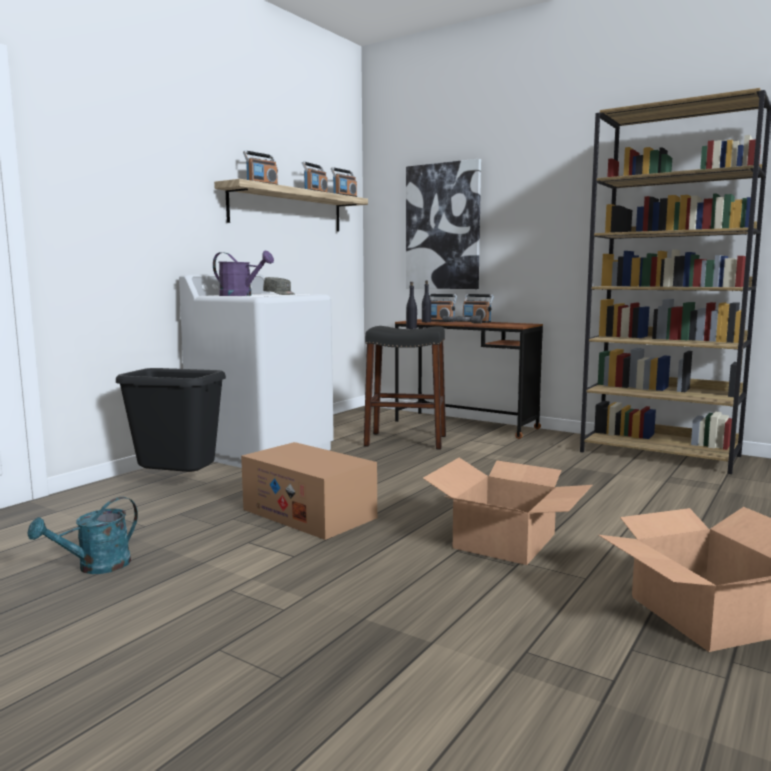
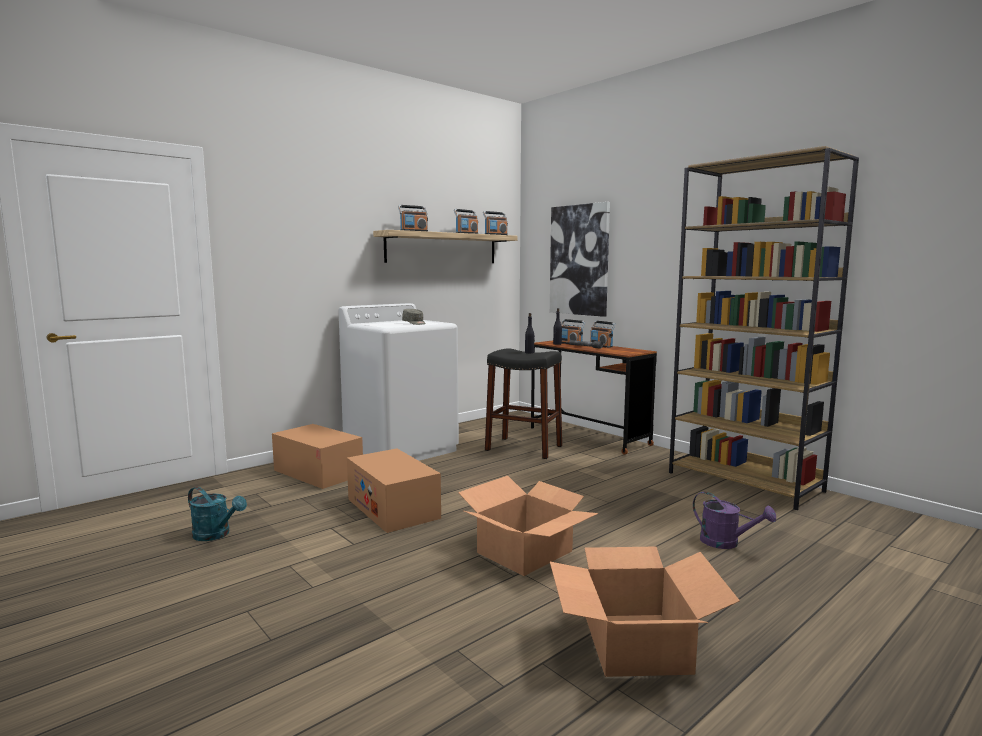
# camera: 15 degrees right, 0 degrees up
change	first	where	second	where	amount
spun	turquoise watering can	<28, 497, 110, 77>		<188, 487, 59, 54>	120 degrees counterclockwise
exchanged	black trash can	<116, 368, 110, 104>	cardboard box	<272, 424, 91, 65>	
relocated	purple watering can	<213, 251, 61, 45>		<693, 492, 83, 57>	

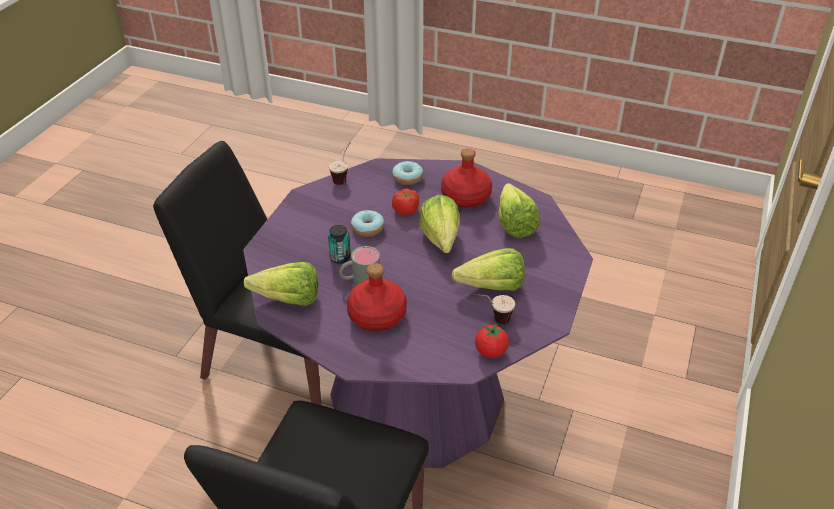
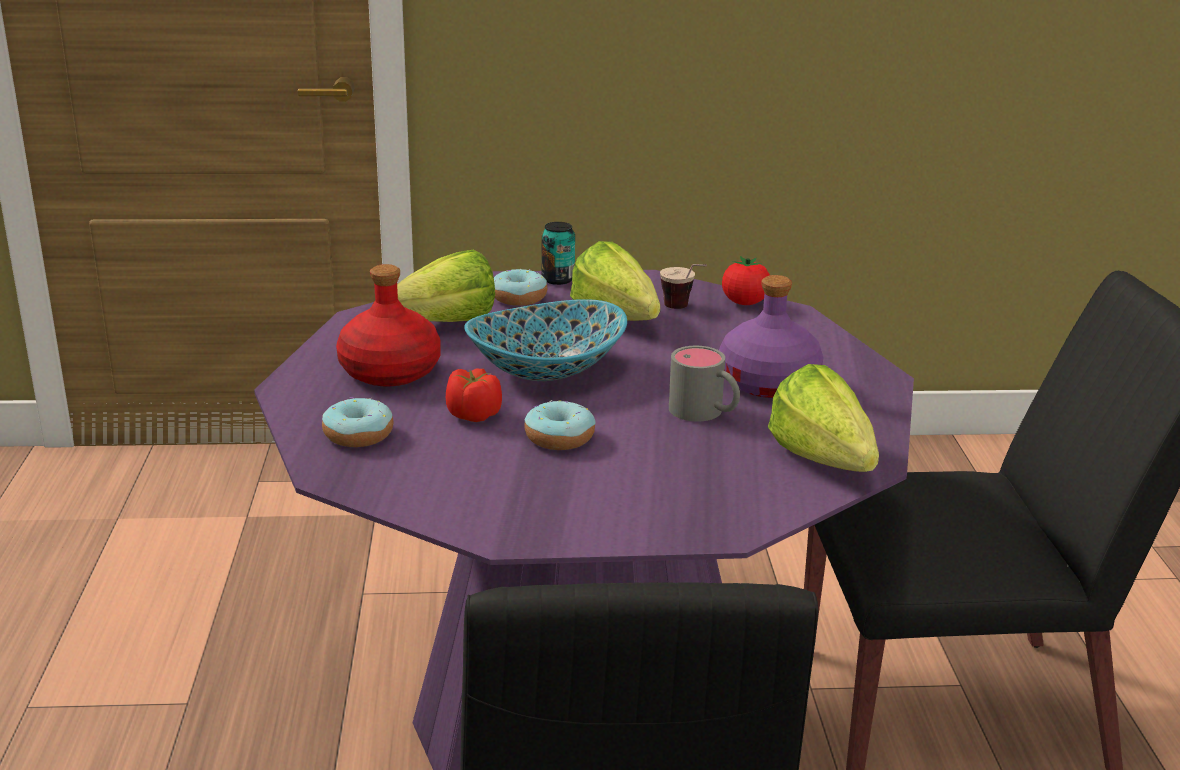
# camera: 115 degrees left, 15 degrees down
change	first	where	second	where	amount
relocated	can	<328, 225, 23, 39>		<542, 222, 33, 63>	
missing	cup	<329, 143, 21, 42>			
colour	red bottle	<347, 263, 60, 68>	purple bottle	<719, 275, 104, 123>	
exchanged	lettuce	<419, 195, 41, 58>	bowl	<464, 299, 163, 82>	
appeared			donut	<494, 269, 53, 37>	

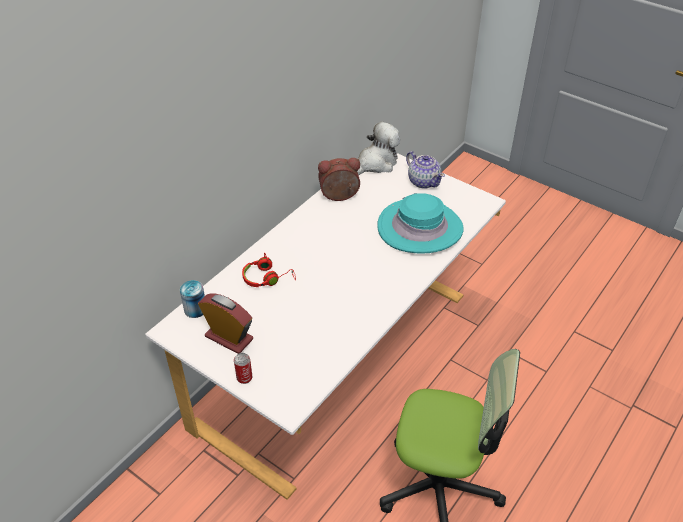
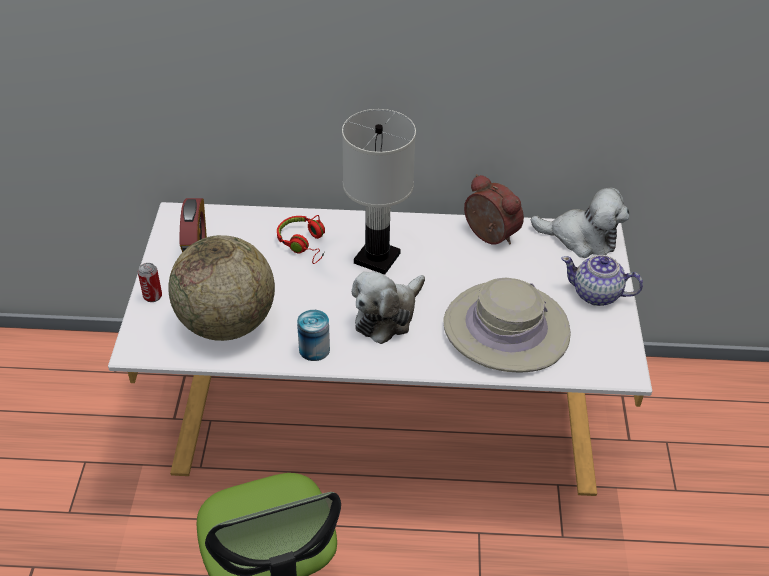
# camera: 55 degrees right, 0 degrees up
change	first	where	second	where	amount
relocated	can	<180, 280, 25, 38>		<297, 310, 33, 51>	
colour	turquoise hat	<377, 193, 86, 60>	beige hat	<444, 278, 127, 95>	
spun	teapot	<406, 151, 39, 38>		<561, 255, 82, 51>	90 degrees clockwise
appeared			globe	<168, 235, 107, 106>	
appeared			white table lamp	<342, 109, 74, 166>	
appeared			plush toy	<352, 272, 73, 72>	

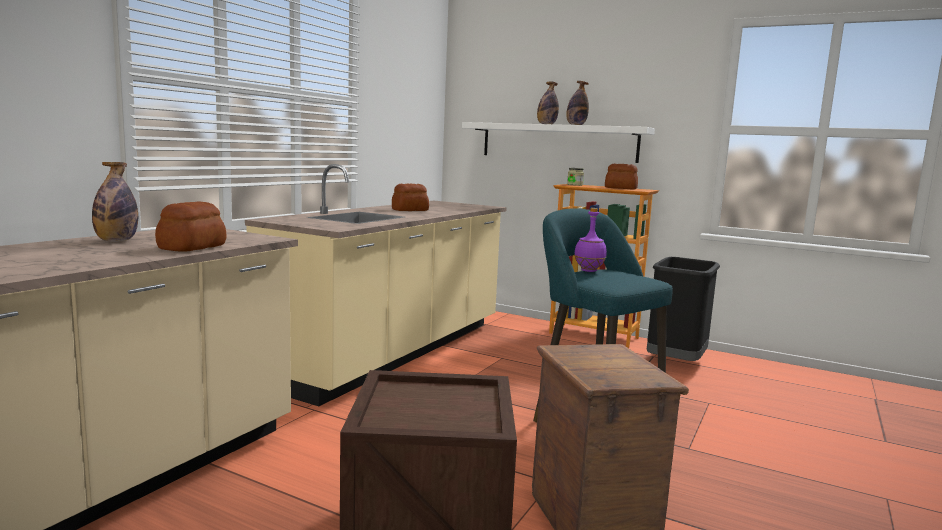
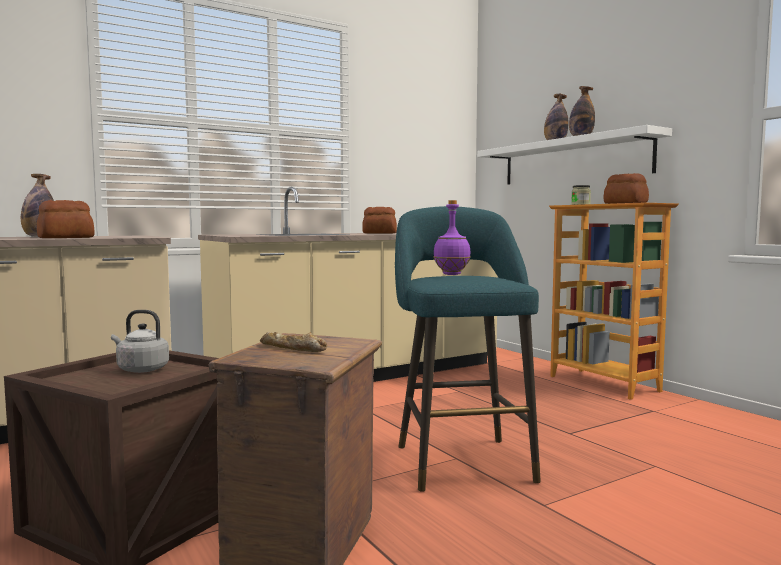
# camera: 30 degrees right, 5 degrees down
change	first	where	second	where	amount
missing	black trash can	<647, 257, 73, 104>			
appeared			grey kettle	<111, 310, 58, 63>	
appeared			bread	<260, 332, 67, 20>	

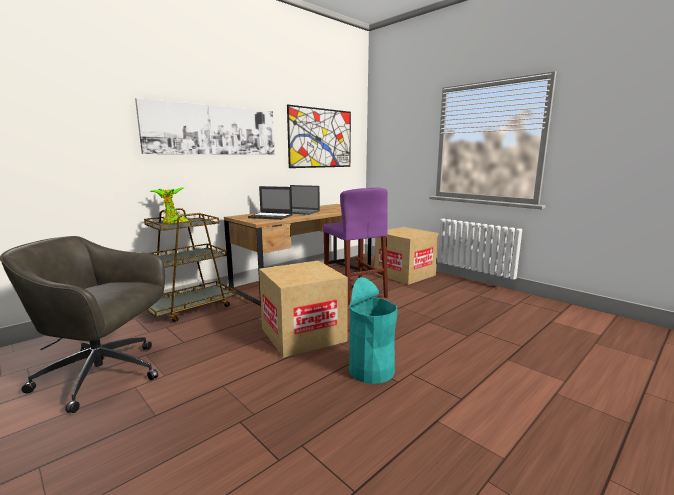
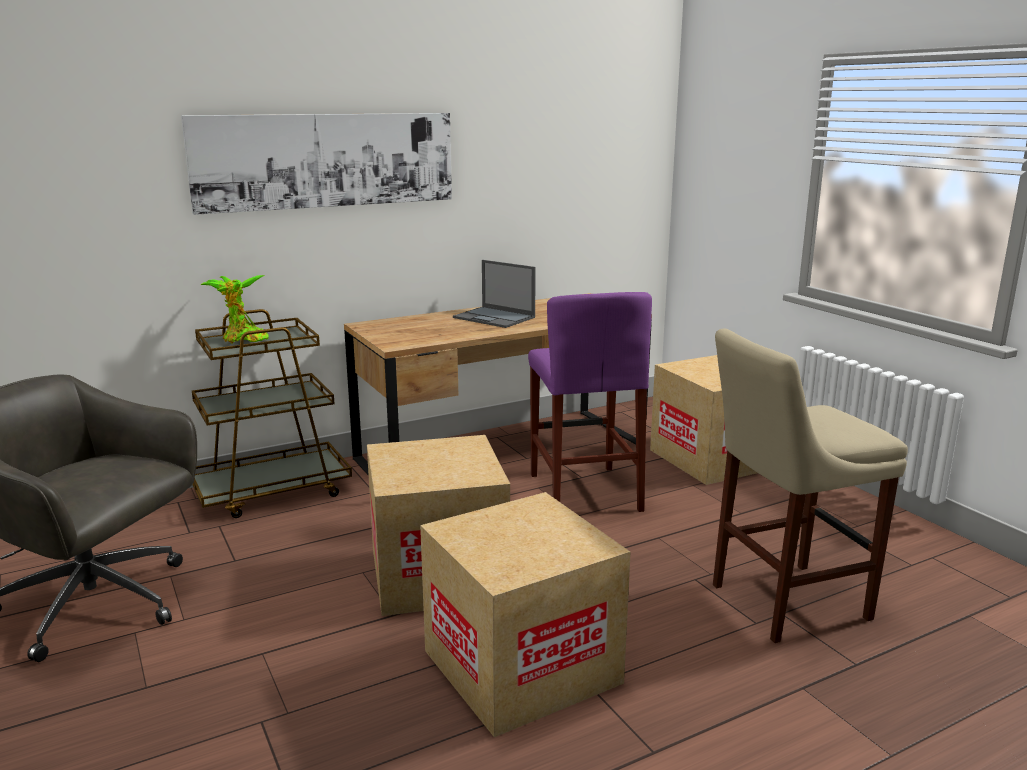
# camera: 15 degrees right, 5 degrees up
change	first	where	second	where	amount
missing	laptop	<248, 186, 45, 34>			
missing	picture	<287, 105, 64, 63>			
exchanged	turquoise trash can	<349, 277, 48, 107>	cardboard box	<420, 492, 211, 245>	
appeared			beige stool	<713, 329, 195, 314>	

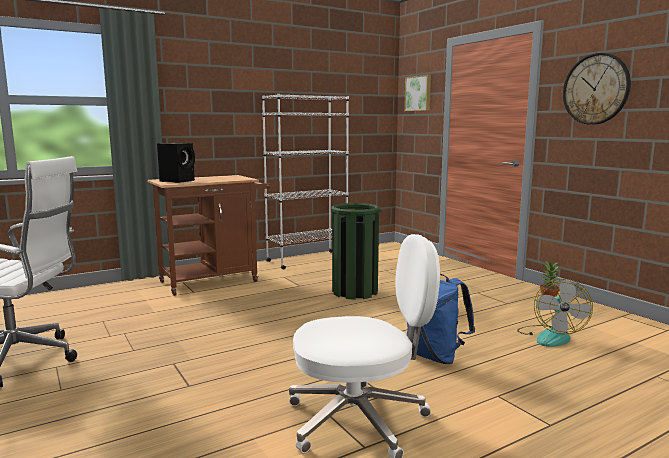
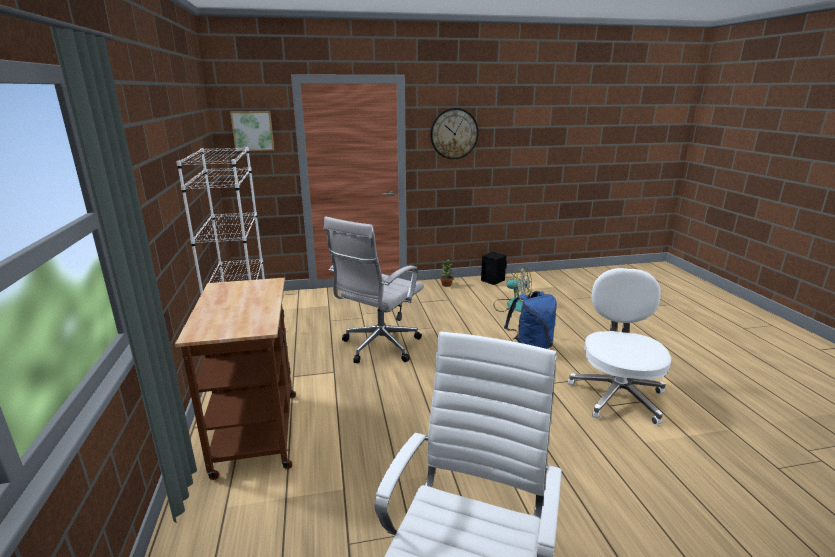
# camera: 70 degrees left, 10 degrees up
change	first	where	second	where	amount
relocated	black speaker	<157, 143, 38, 40>		<481, 252, 26, 33>	
exchanged	green trash can	<331, 203, 49, 97>	white office chair	<324, 216, 100, 148>	

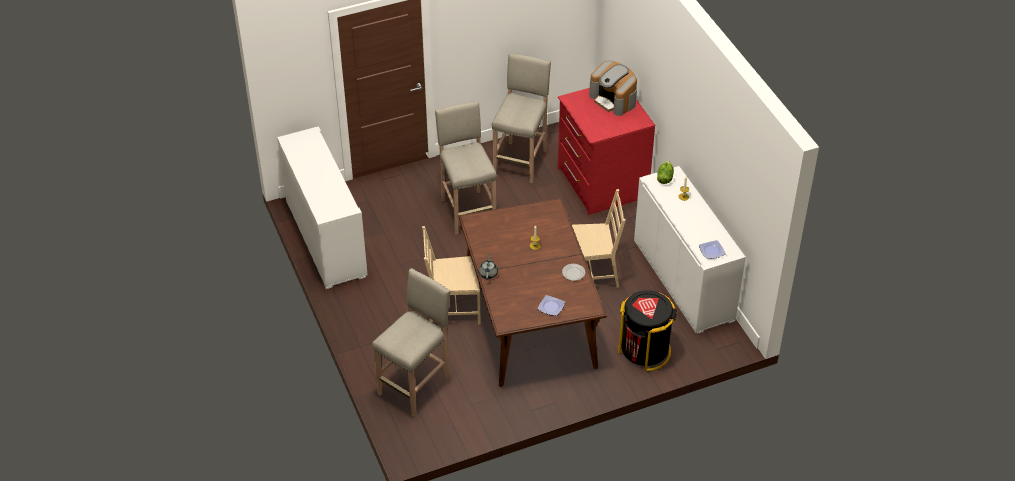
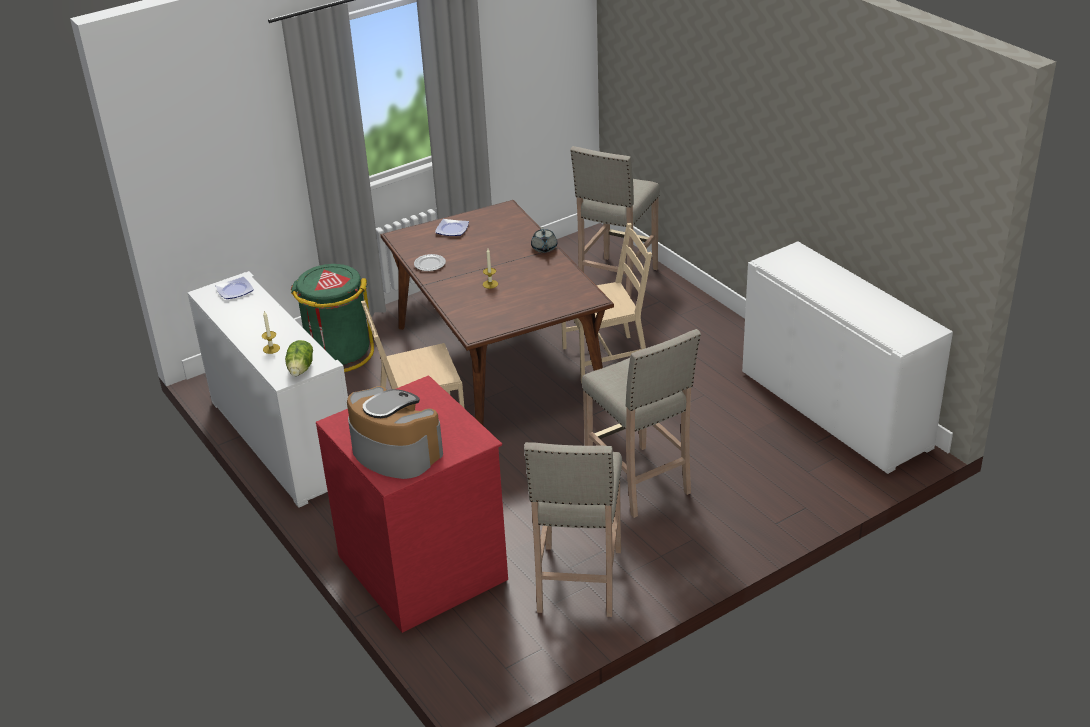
# camera: 170 degrees right, 10 degrees down
change	first	where	second	where	amount
colour	black trash can	<618, 290, 59, 81>	green trash can	<291, 264, 83, 108>	

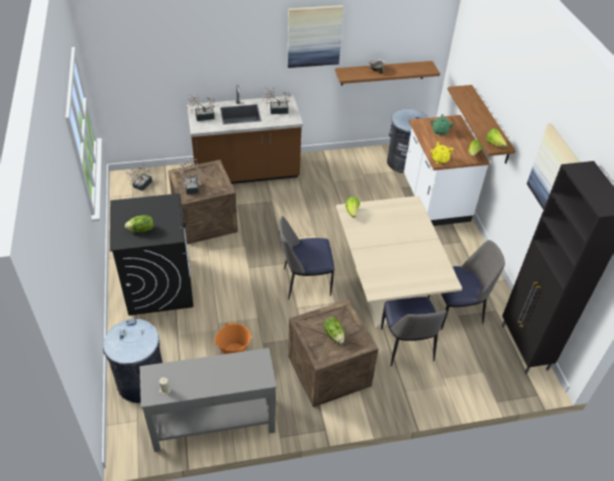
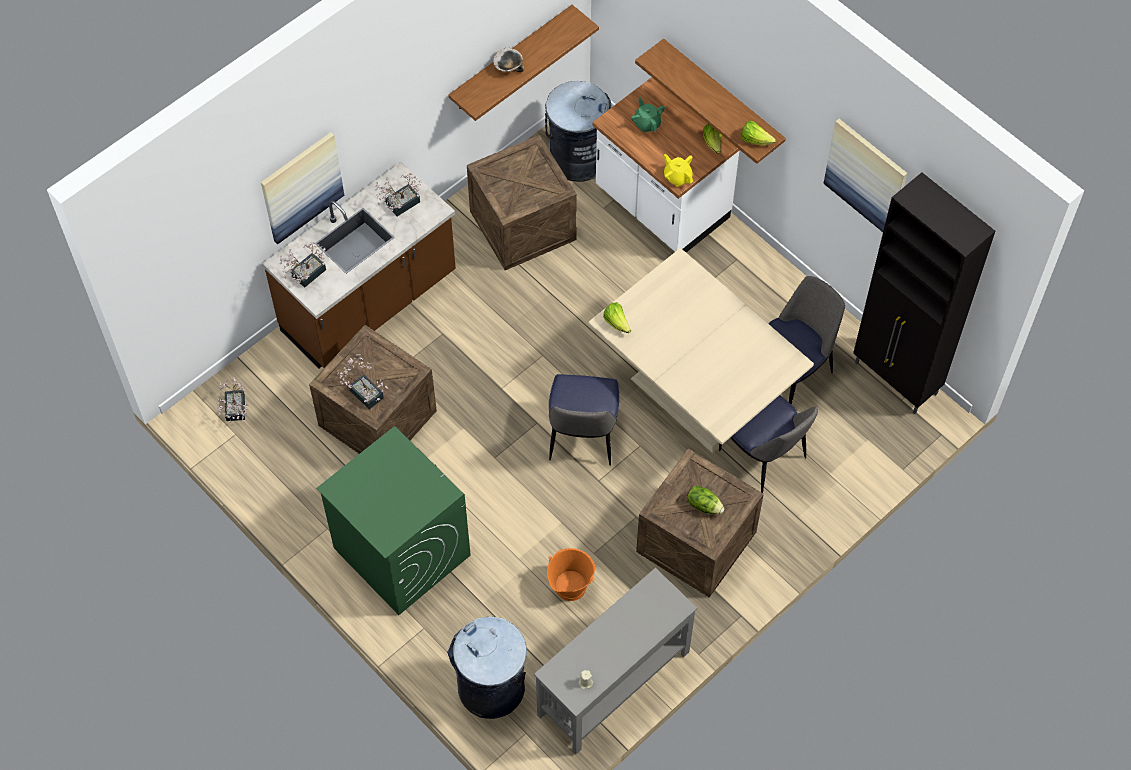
# camera: 30 degrees left, 15 degrees up
change	first	where	second	where	amount
colour	black washing machine	<110, 193, 84, 123>	green washing machine	<316, 426, 155, 189>	
missing	lettuce	<125, 215, 29, 17>			
spun	chair	<279, 216, 55, 84>		<549, 374, 70, 92>	45 degrees counterclockwise
relocated	picture	<288, 5, 55, 63>		<261, 132, 83, 113>	
appeared			crate	<467, 135, 110, 135>	

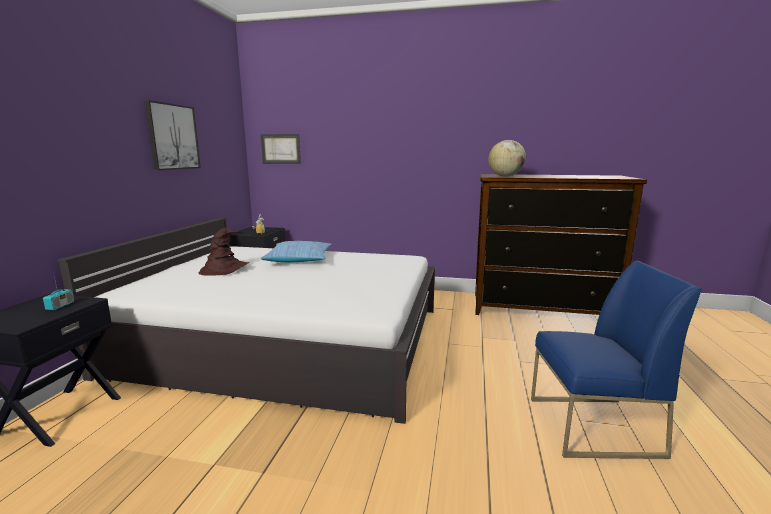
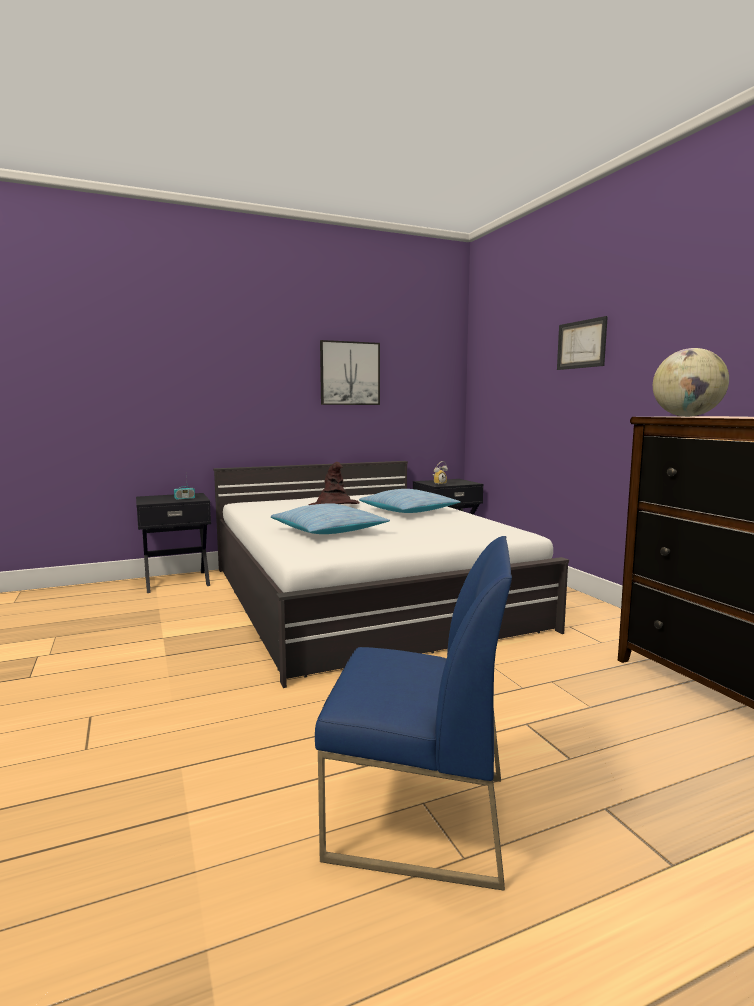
# camera: 55 degrees right, 5 degrees down
change	first	where	second	where	amount
relocated	picture	<261, 134, 40, 30>		<557, 316, 51, 54>	
spun	blue chair	<531, 261, 171, 198>		<315, 536, 197, 355>	45 degrees counterclockwise
appeared			pillow	<271, 503, 119, 31>	

